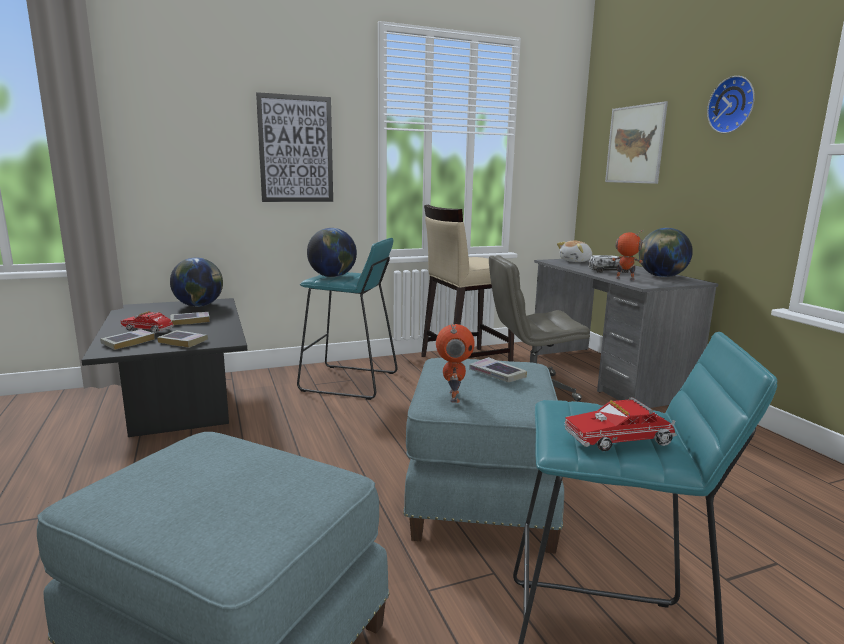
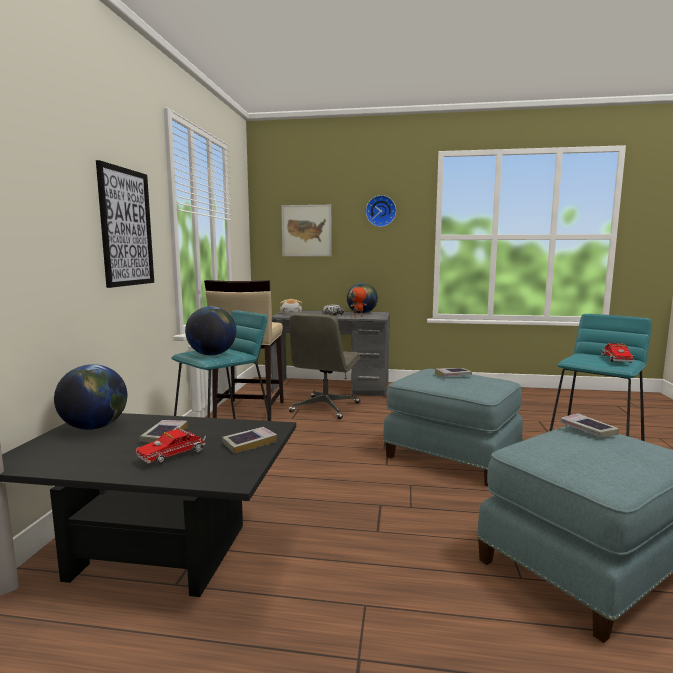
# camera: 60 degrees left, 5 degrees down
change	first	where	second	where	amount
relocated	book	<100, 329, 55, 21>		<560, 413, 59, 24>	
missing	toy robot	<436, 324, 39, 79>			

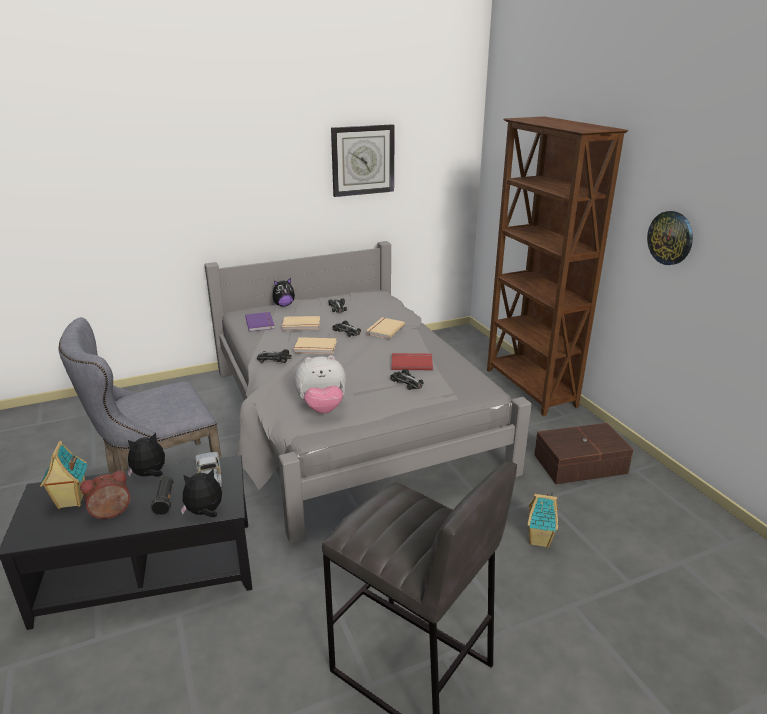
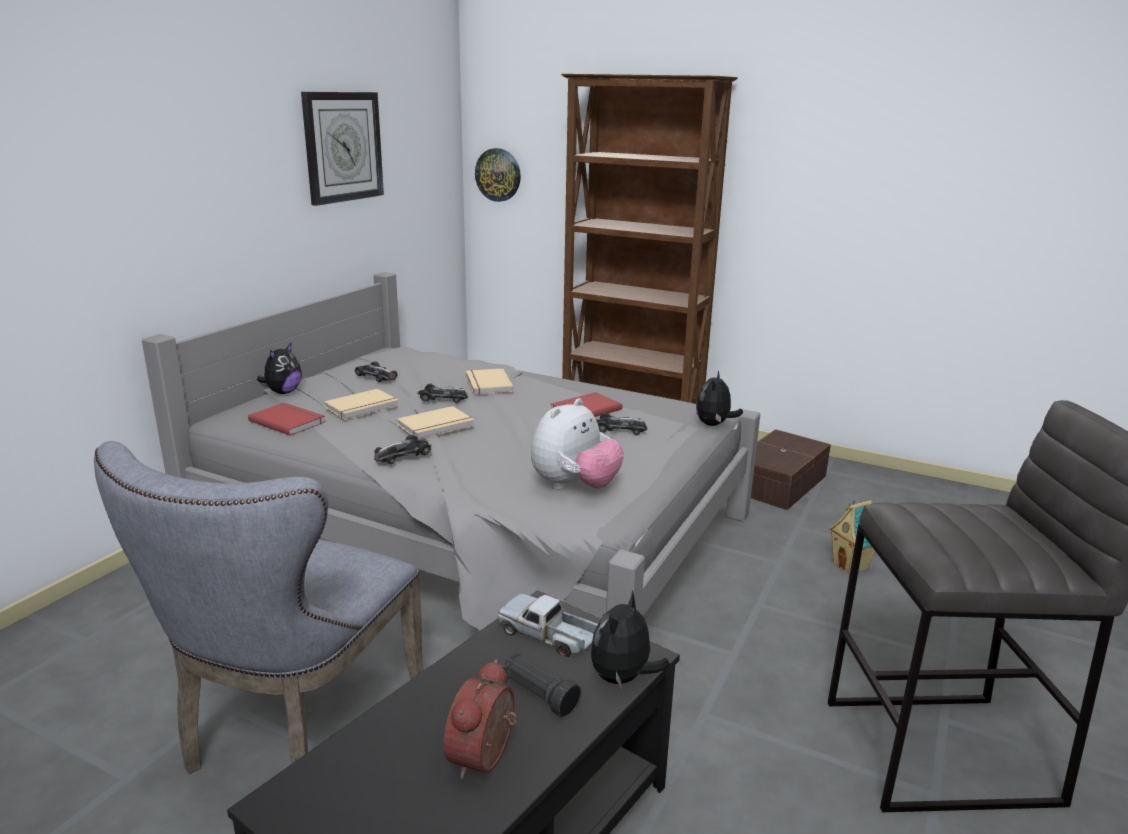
# camera: 40 degrees left, 5 degrees down
change	first	where	second	where	amount
missing	toy house	<40, 440, 48, 69>			
relocated	plush toy	<127, 432, 38, 45>		<696, 371, 47, 55>	
colour	purple book	<245, 312, 30, 20>	red book	<248, 403, 78, 33>	
relocated	wall clock	<647, 211, 46, 54>		<475, 148, 46, 54>	

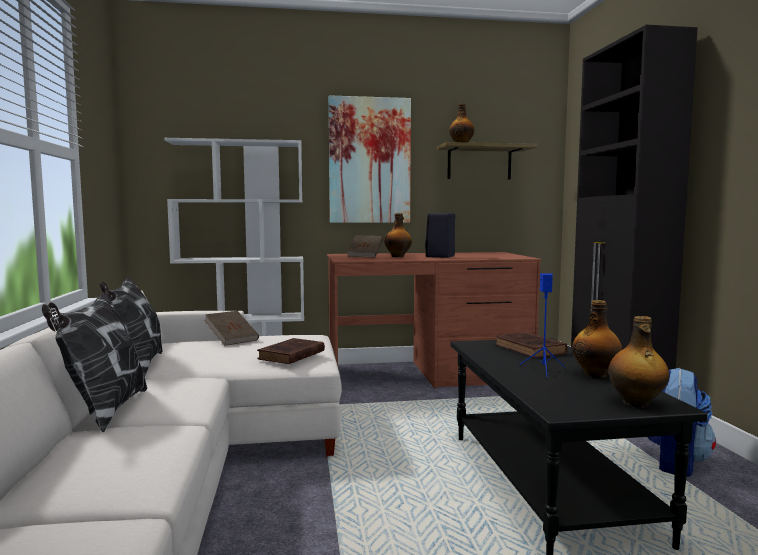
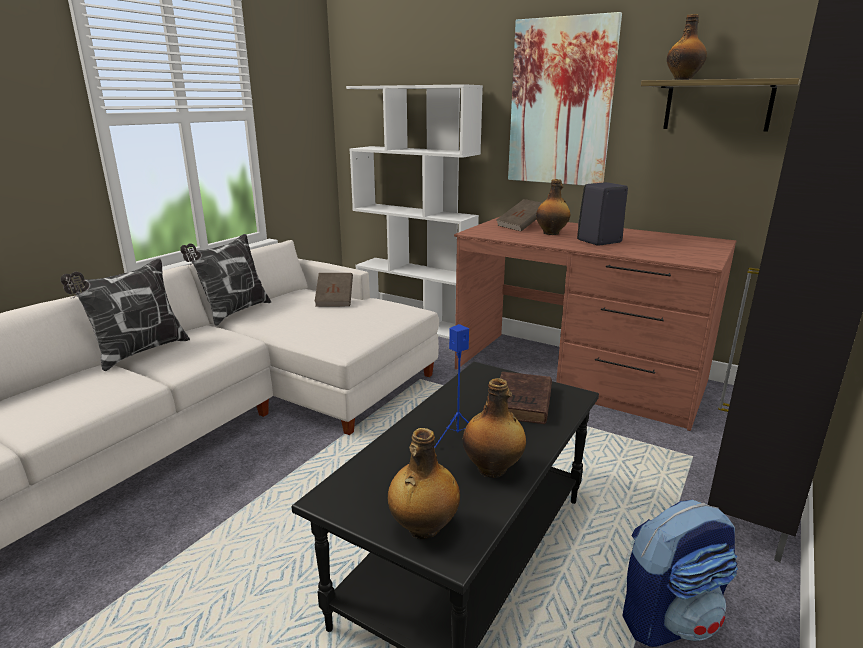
# camera: 40 degrees right, 15 degrees up
change	first	where	second	where	amount
missing	brown book	<257, 338, 68, 26>			

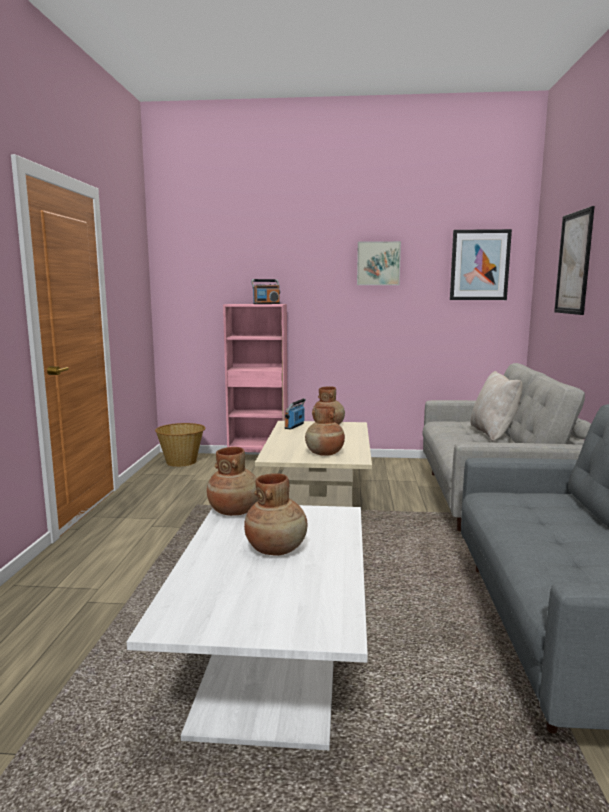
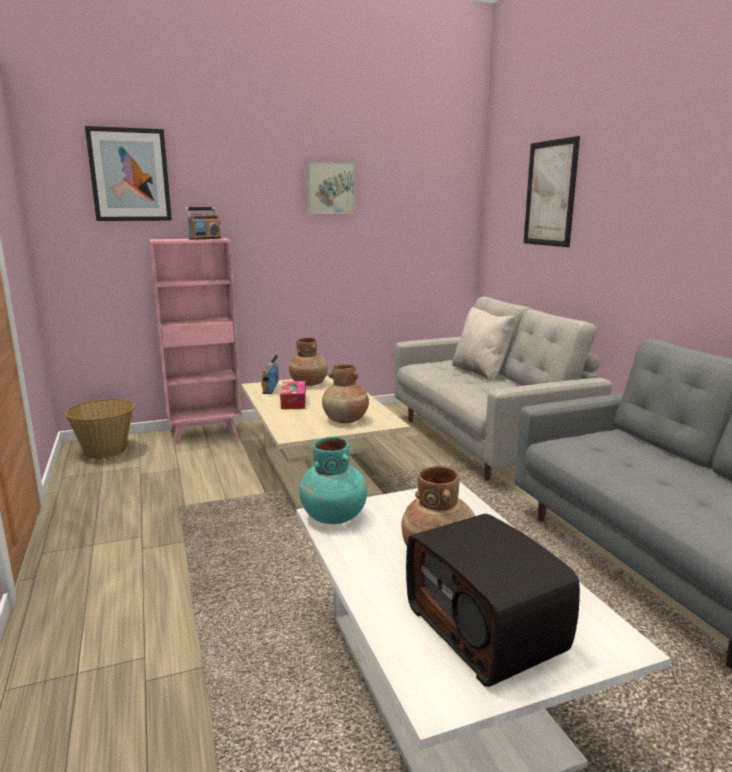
# camera: 25 degrees left, 5 degrees up
change	first	where	second	where	amount
colour	brown vase	<207, 447, 51, 69>	turquoise vase	<299, 437, 68, 87>	
relocated	picture	<450, 229, 62, 71>		<85, 126, 87, 95>	
appeared			tissue box	<280, 381, 26, 28>	
appeared			radio	<406, 514, 174, 173>	

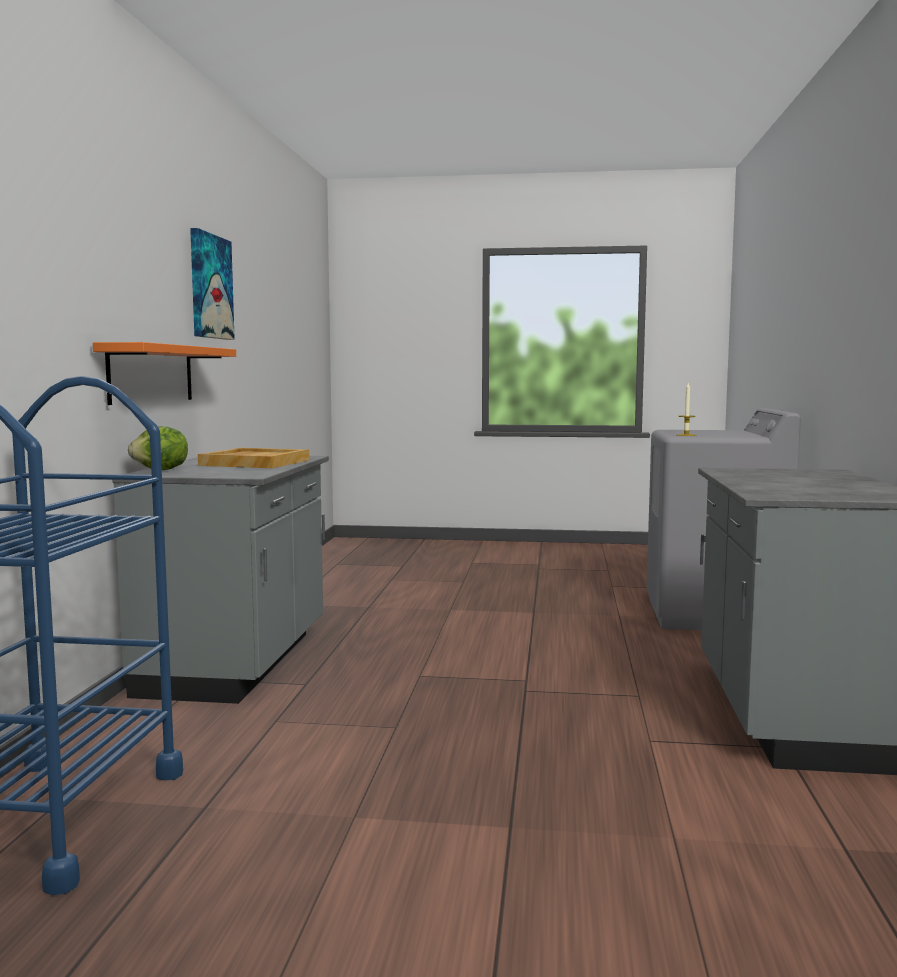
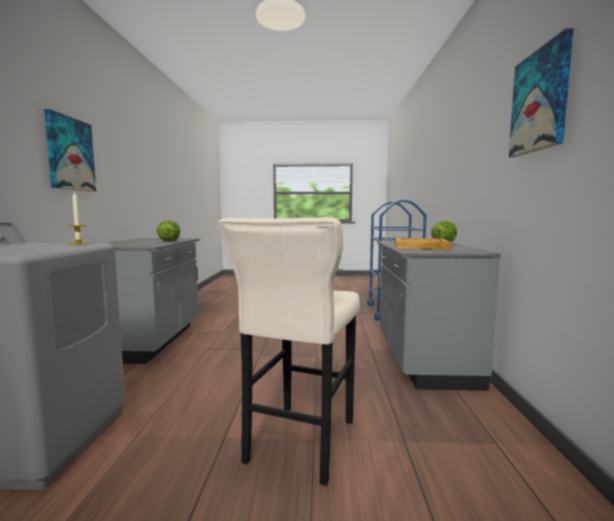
# camera: 175 degrees right, 0 degrees up
change	first	where	second	where	amount
missing	orange shelf	<93, 342, 143, 63>			
appeared			picture	<44, 109, 52, 83>	
appeared			lettuce	<157, 220, 23, 21>	
appeared			beige stool	<218, 217, 142, 269>	

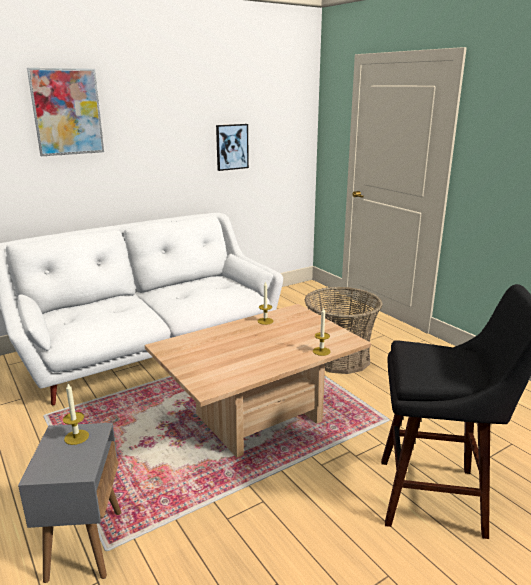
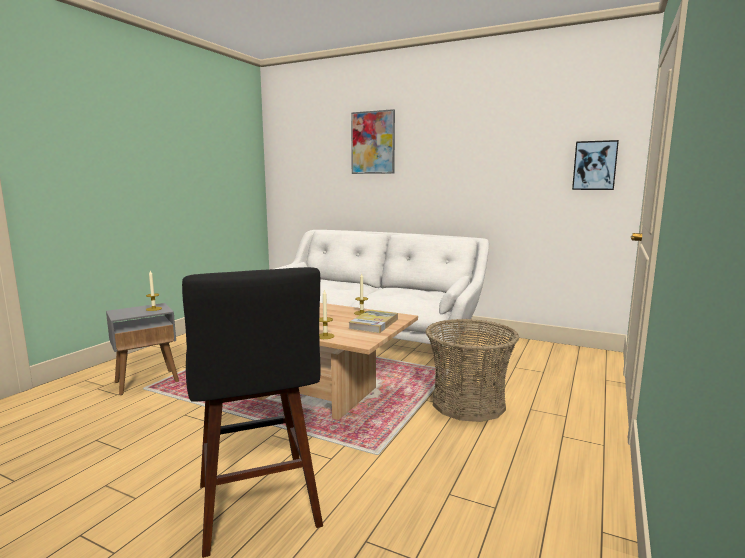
# camera: 60 degrees right, 10 degrees down
change	first	where	second	where	amount
relocated	picture	<216, 124, 33, 47>		<572, 140, 47, 50>	
appeared			book	<349, 310, 49, 23>	

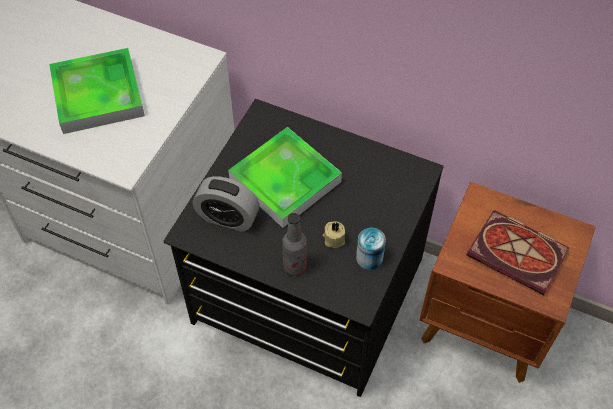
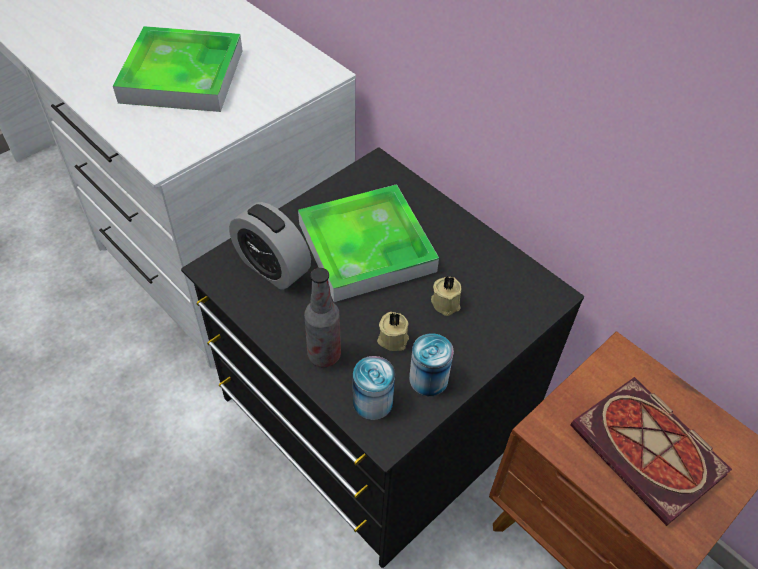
# camera: 20 degrees right, 5 degrees down
change	first	where	second	where	amount
appeared			can	<353, 356, 42, 64>	
appeared			beige candle	<431, 276, 30, 40>	

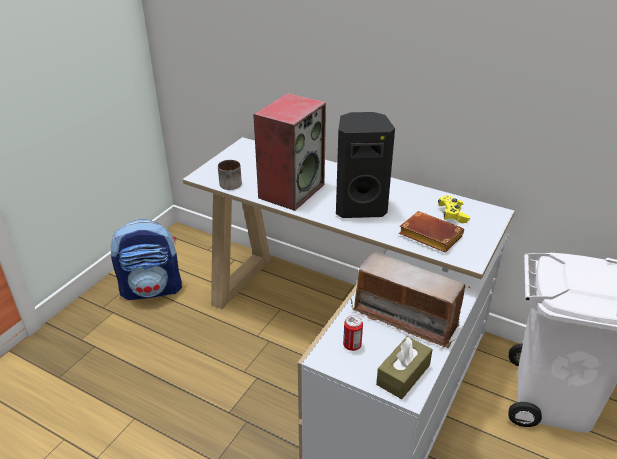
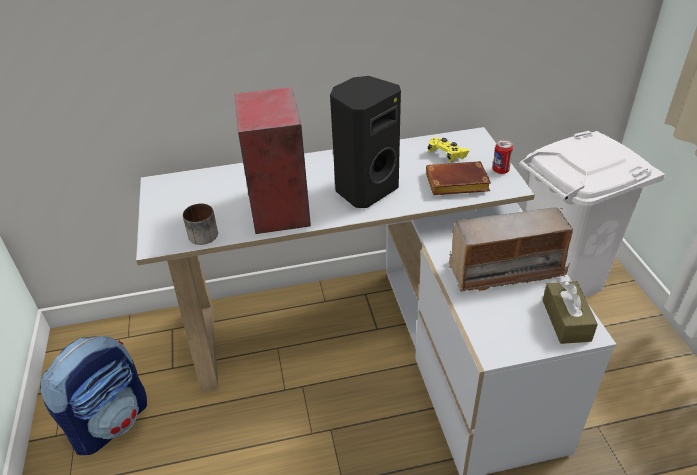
# camera: 40 degrees left, 5 degrees up
change	first	where	second	where	amount
relocated	can	<343, 315, 20, 36>		<492, 140, 21, 34>	

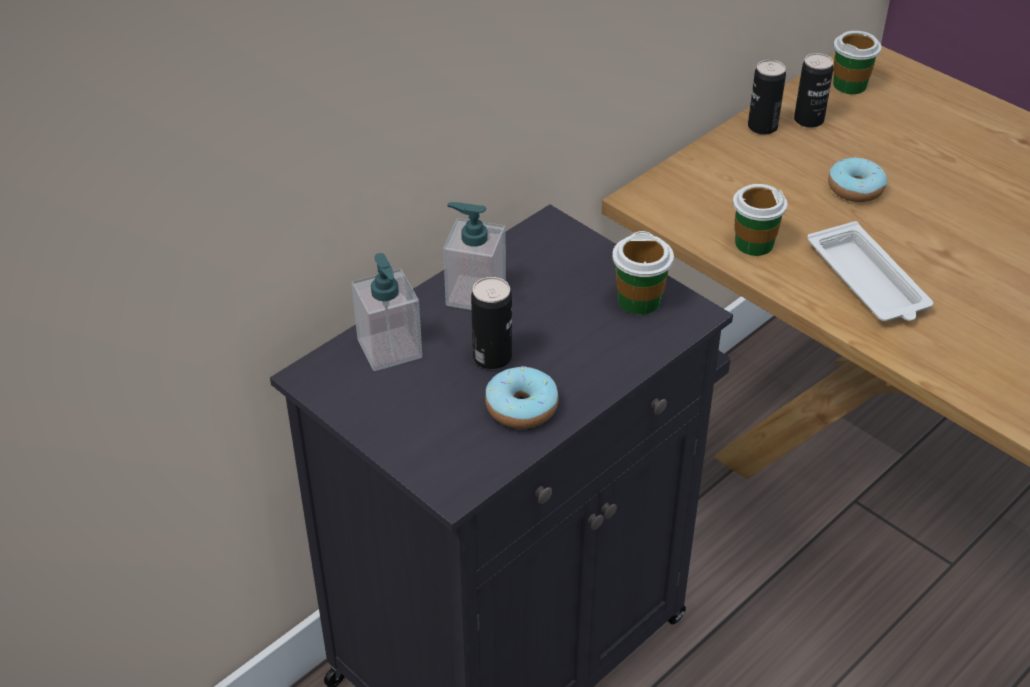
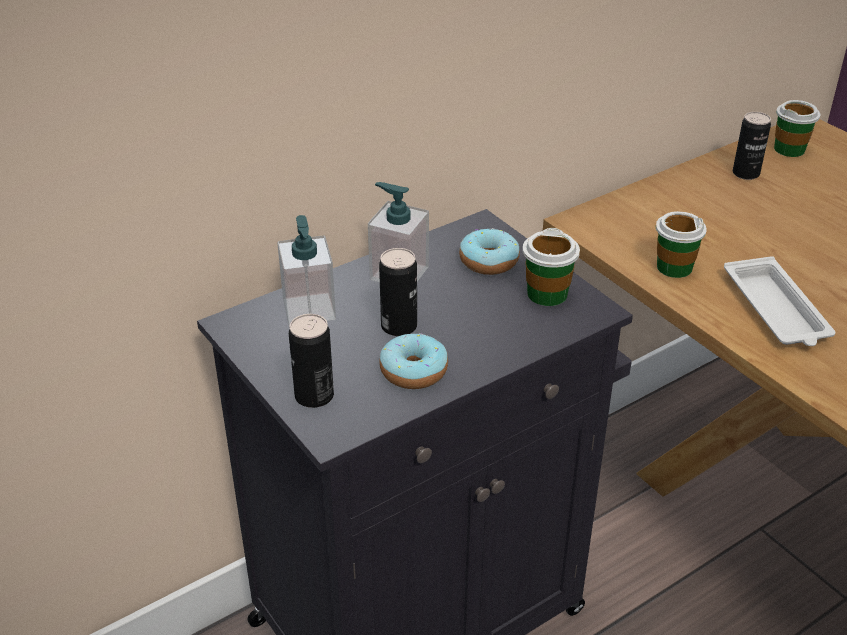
# camera: 10 degrees right, 5 degrees down
change	first	where	second	where	amount
relocated	can	<748, 60, 38, 75>		<289, 314, 45, 94>	
relocated	donut	<828, 157, 59, 45>		<459, 228, 61, 47>	

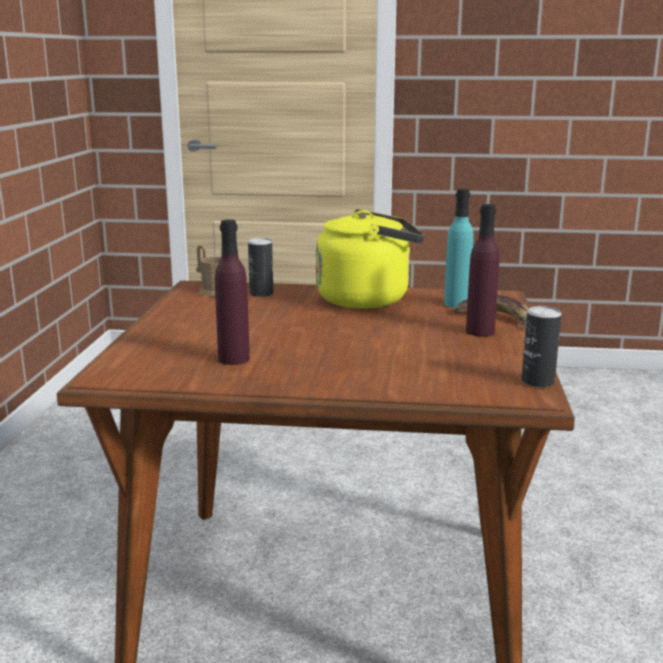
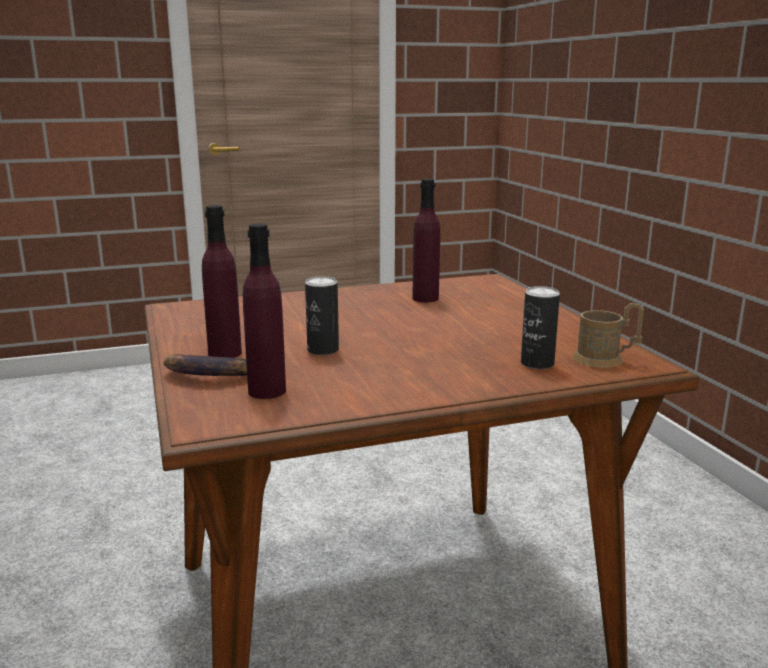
# camera: 155 degrees right, 0 degrees up
change	first	where	second	where	amount
missing	yellow kettle	<316, 209, 108, 100>			
colour	turquoise bottle	<444, 189, 30, 119>	purple bottle	<243, 223, 43, 176>	
relocated	can	<521, 306, 40, 82>		<305, 276, 34, 79>	

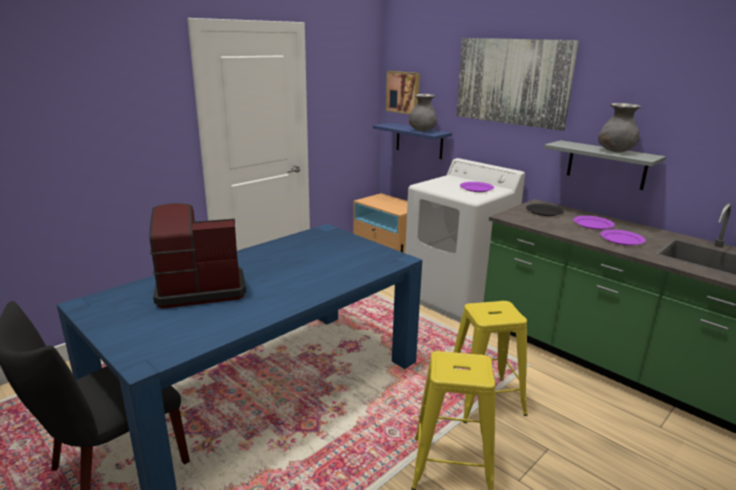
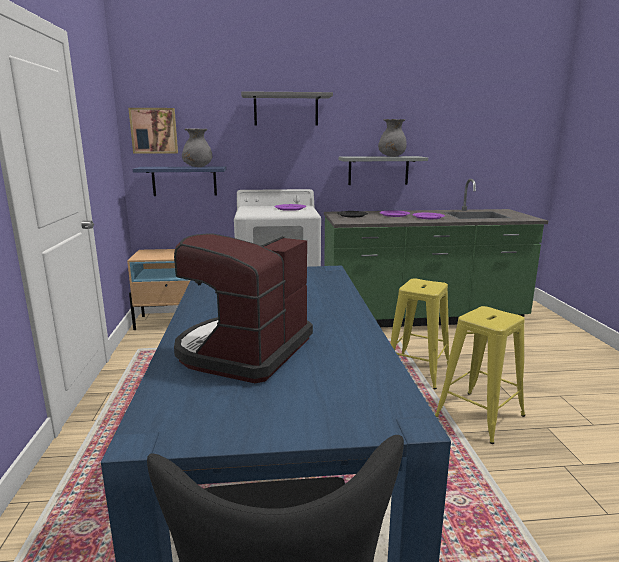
# camera: 50 degrees left, 5 degrees down
change	first	where	second	where	amount
exchanged	picture	<456, 38, 123, 93>	grey shelf	<241, 91, 92, 35>	

